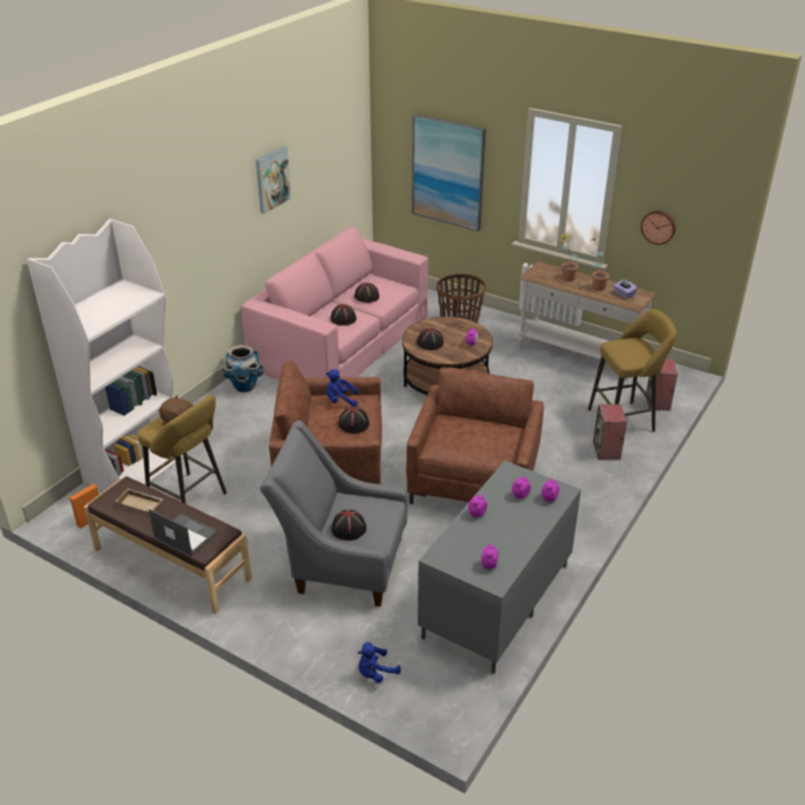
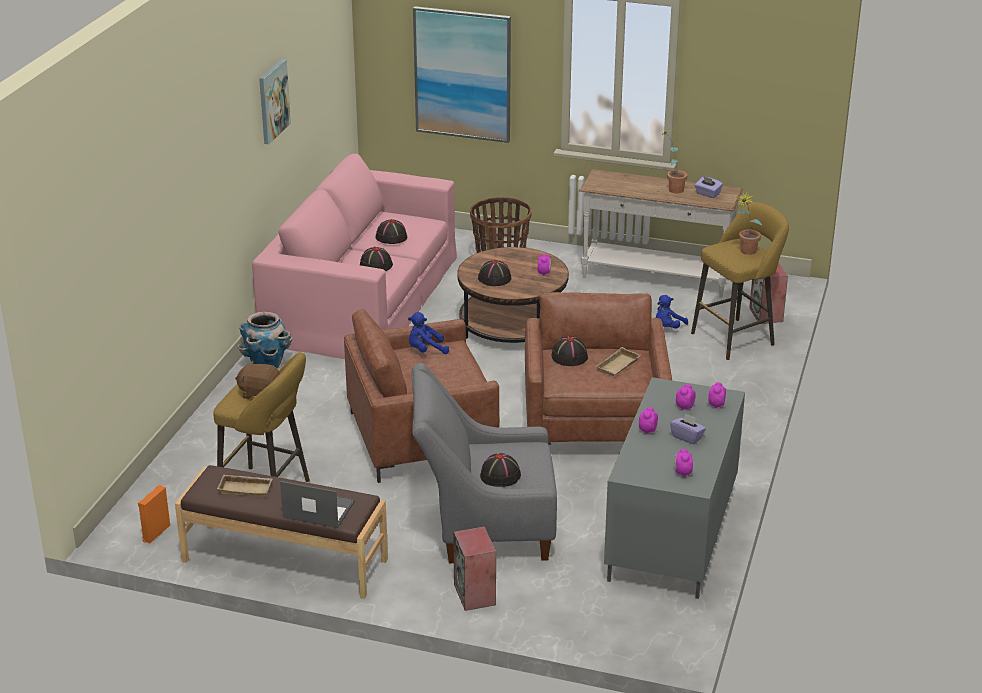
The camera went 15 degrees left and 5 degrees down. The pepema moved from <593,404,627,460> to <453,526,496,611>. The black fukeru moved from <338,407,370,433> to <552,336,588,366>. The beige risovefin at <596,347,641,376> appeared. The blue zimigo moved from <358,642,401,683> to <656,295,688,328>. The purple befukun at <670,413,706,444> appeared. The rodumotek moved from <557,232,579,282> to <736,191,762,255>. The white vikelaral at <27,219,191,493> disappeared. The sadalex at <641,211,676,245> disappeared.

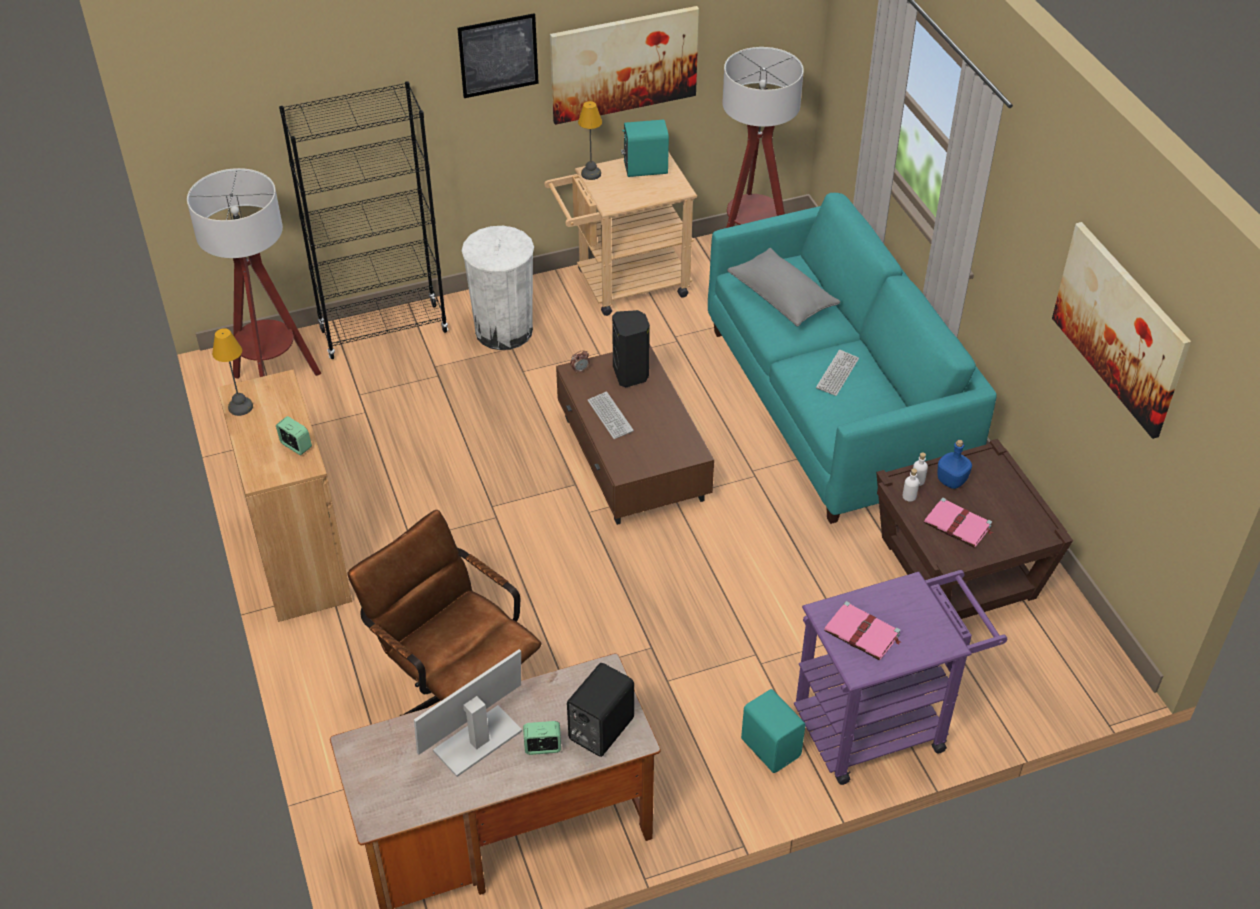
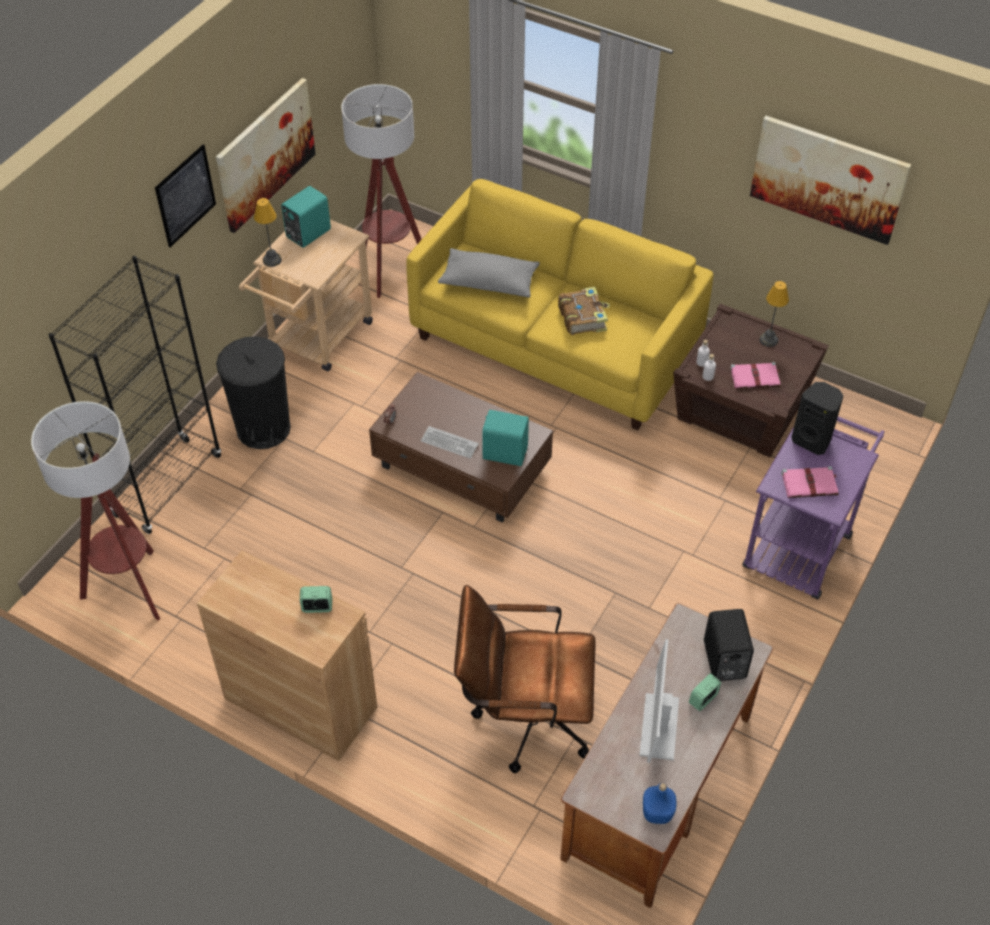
The camera went 40 degrees left and 5 degrees up. The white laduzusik at <462,226,534,350> became the black laduzusik at <216,336,291,449>. The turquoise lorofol at <708,193,997,524> became the yellow lorofol at <406,179,713,430>. The turquoise pepema moved from <741,689,805,773> to <482,410,529,466>. The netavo at <816,350,859,396> was replaced by the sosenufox at <558,287,610,335>. The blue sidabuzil moved from <937,440,972,489> to <643,783,676,824>. The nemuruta moved from <212,328,253,416> to <759,281,789,347>. The black pepema moved from <612,310,650,387> to <791,382,844,455>.

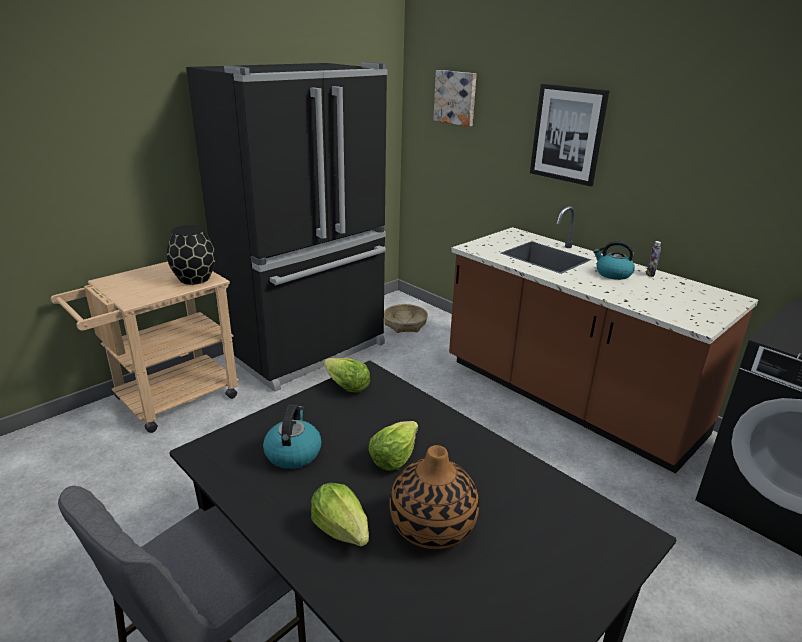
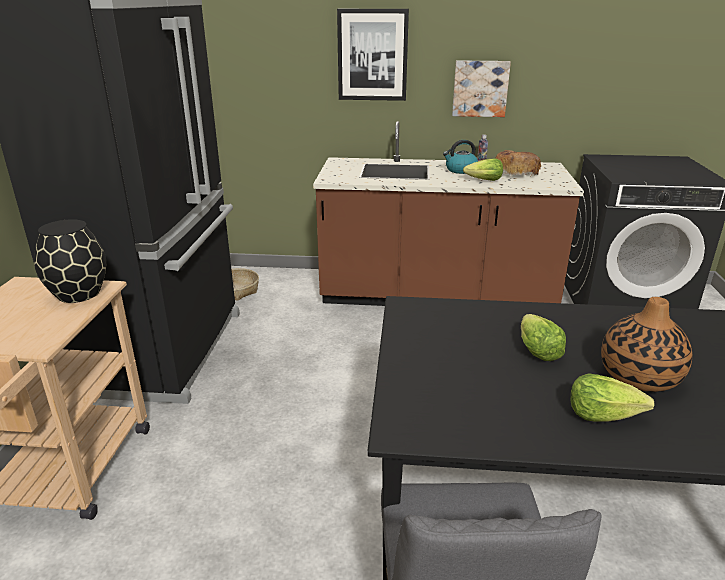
The camera went 40 degrees left and 0 degrees up. The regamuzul moved from <433,70,477,127> to <452,60,511,117>. The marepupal moved from <324,358,370,393> to <463,158,503,181>. The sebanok at <496,150,541,176> appeared. The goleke at <263,404,322,469> disappeared.

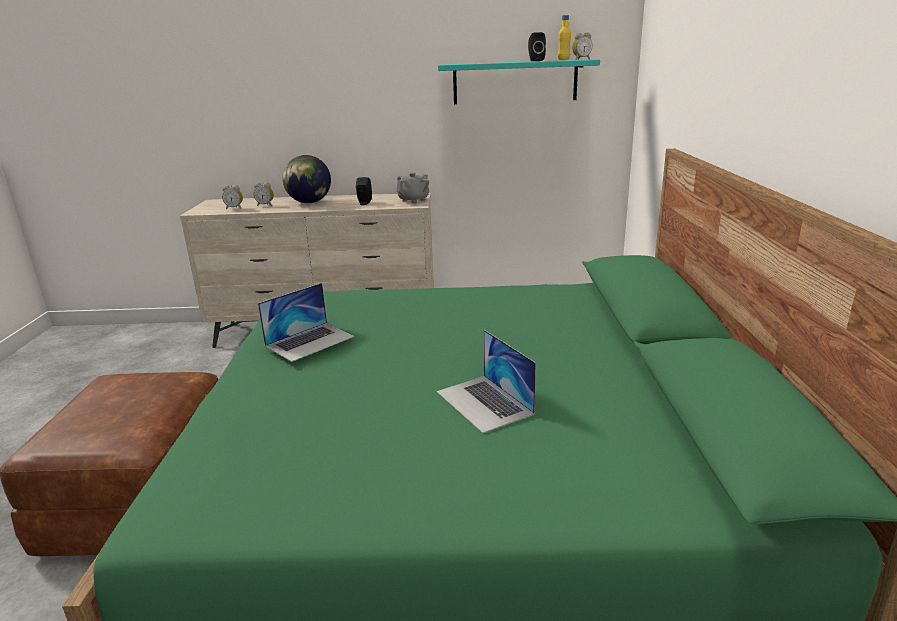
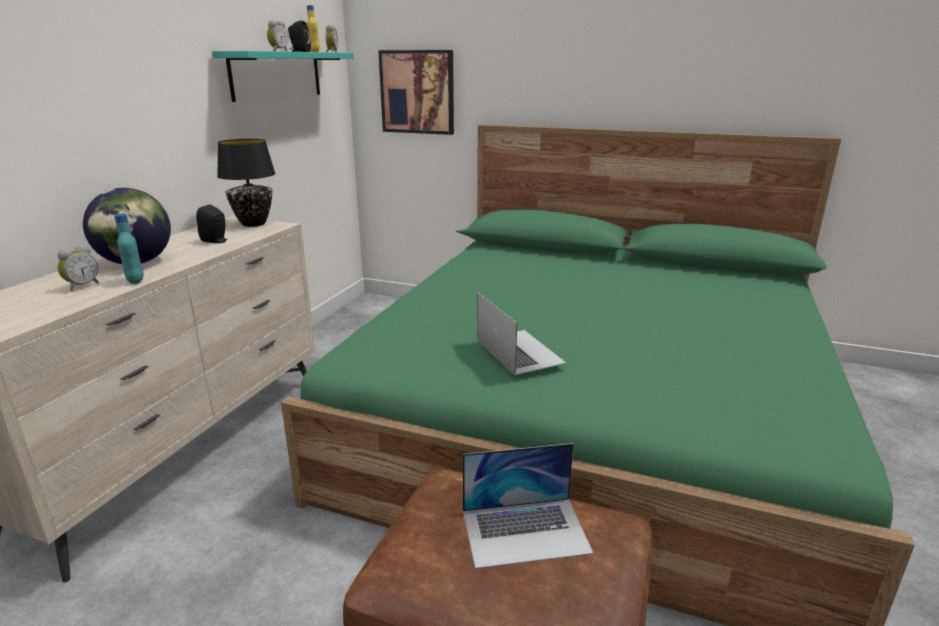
The camera went 70 degrees left and 0 degrees up. The turquoise sidabuzil at <114,214,144,284> appeared. The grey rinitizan at <396,172,429,203> was replaced by the black nemuruta at <217,139,276,227>. The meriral moved from <222,185,243,209> to <267,20,289,51>. The regamuzul at <378,50,454,135> appeared. The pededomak moved from <436,330,536,433> to <463,443,593,569>.

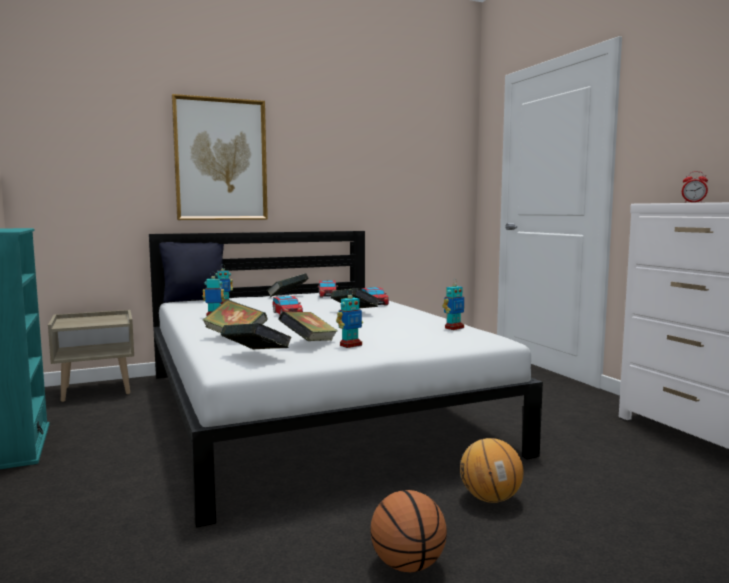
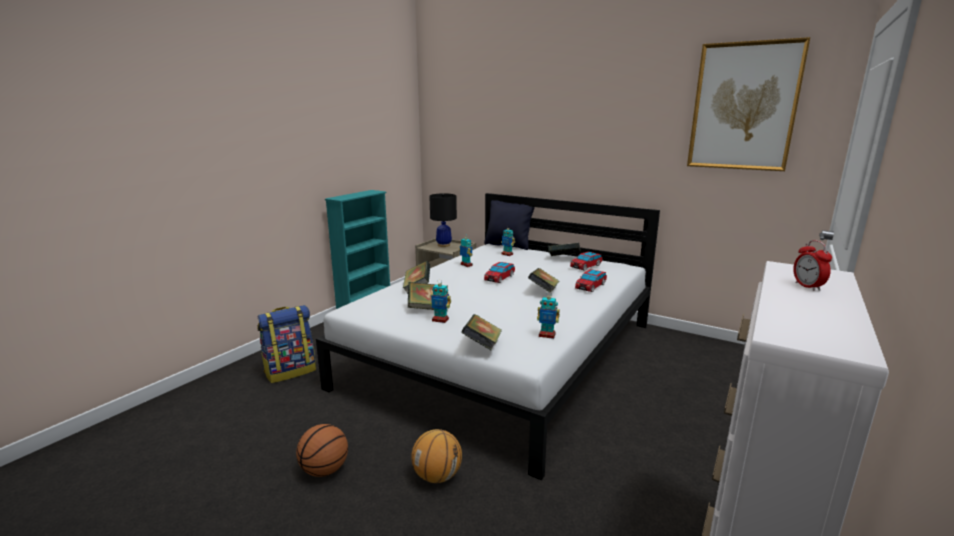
The camera went 55 degrees right and 10 degrees up. The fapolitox at <257,305,316,383> appeared. The black nemuruta at <429,193,457,247> appeared. The sosenufox moved from <221,323,292,350> to <461,314,502,350>. The regamuzul moved from <172,94,268,220> to <687,37,810,171>.

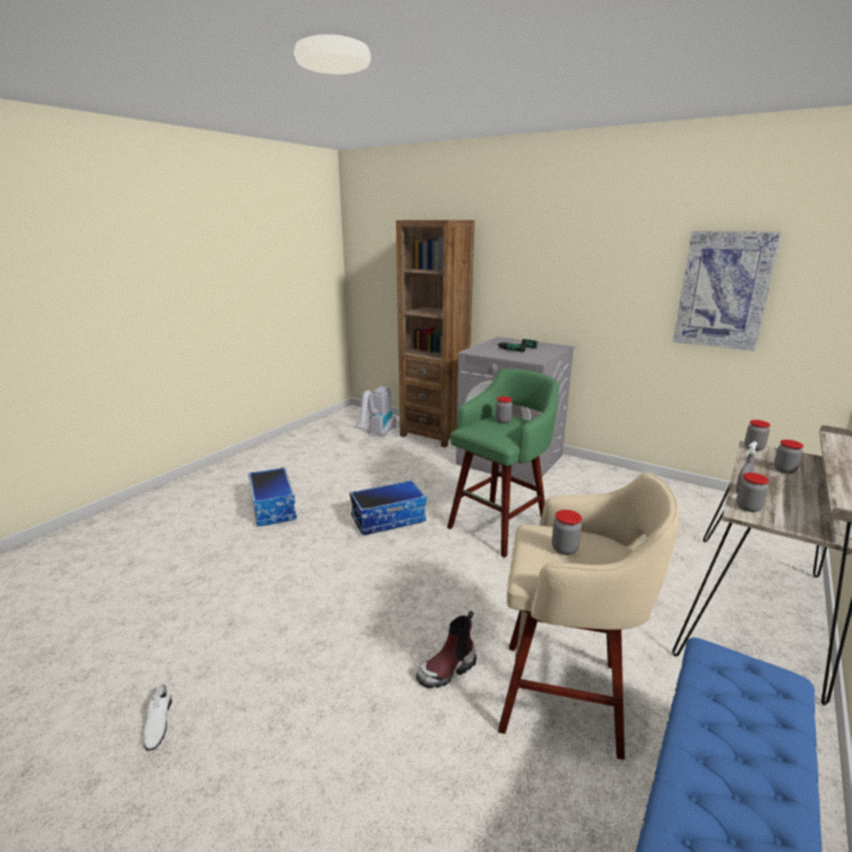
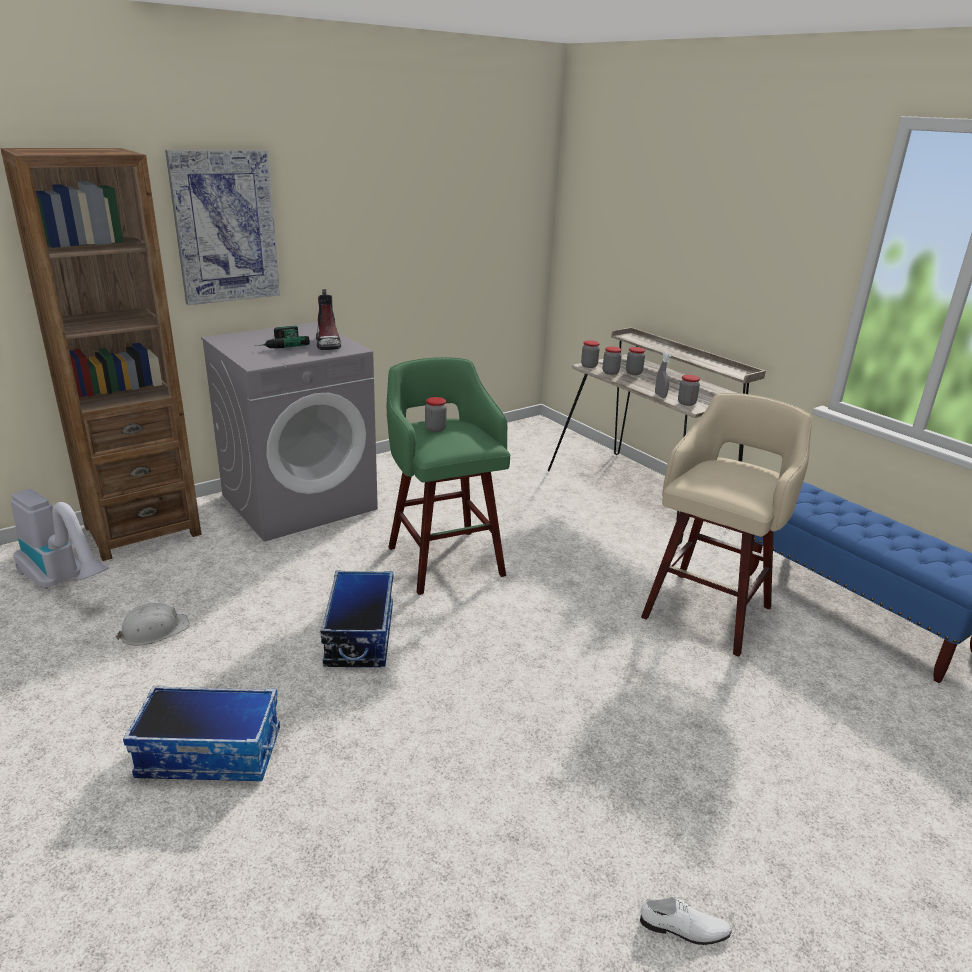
The camera went 70 degrees left and 5 degrees up. The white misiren at <116,603,190,646> appeared. The regamuzul moved from <673,231,782,351> to <165,150,280,305>. The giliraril moved from <416,610,477,688> to <316,289,341,350>. The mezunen moved from <552,510,582,555> to <603,347,622,375>.

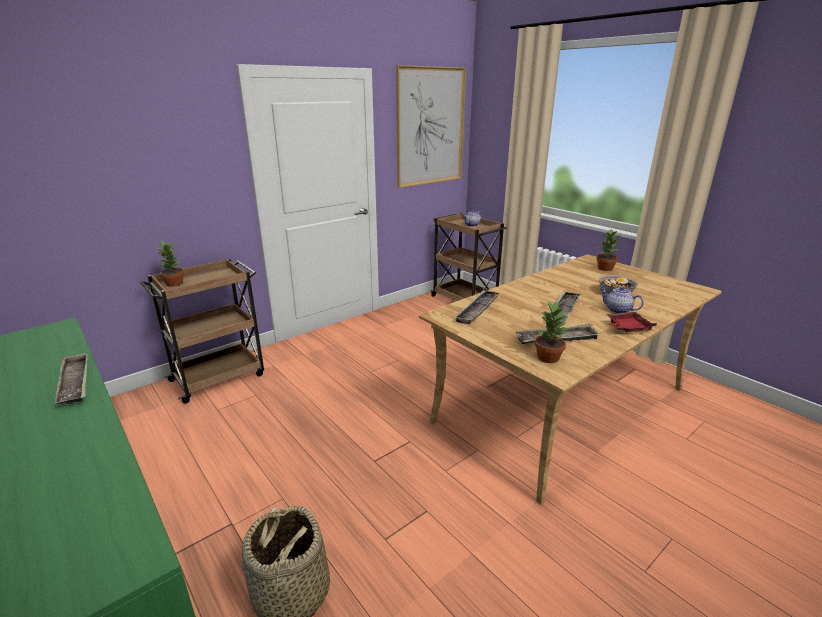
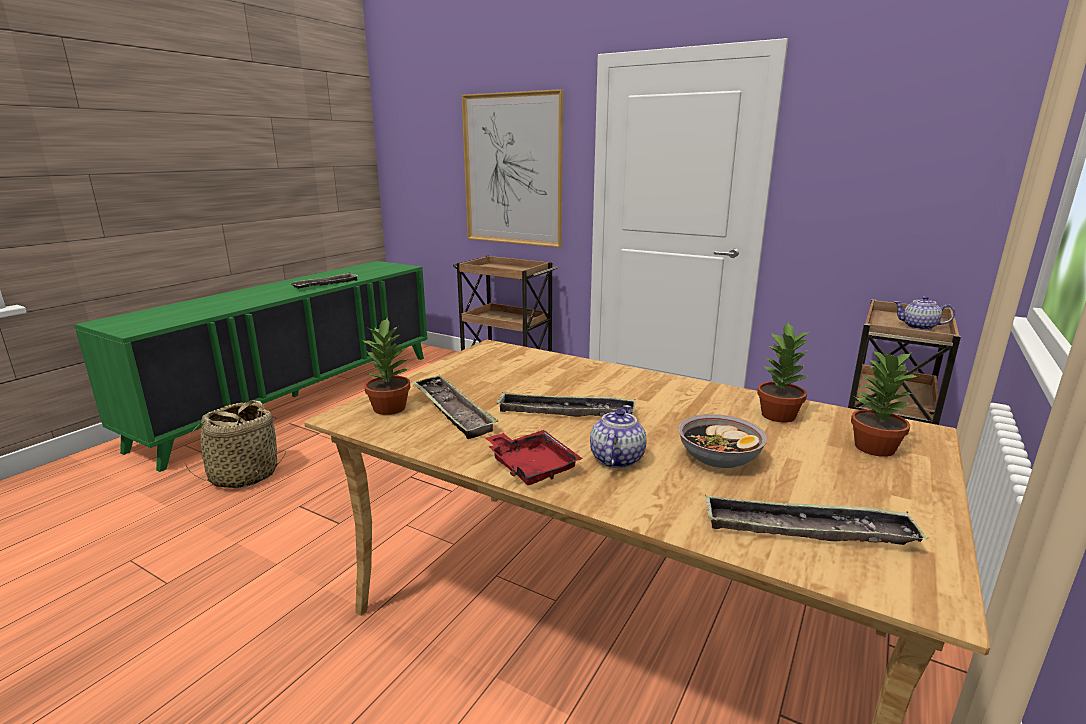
The camera went 70 degrees right and 5 degrees down. The regamuzul moved from <396,65,466,188> to <461,89,563,248>. The risovefin moved from <454,290,499,324> to <705,496,928,545>. The rodumotek moved from <157,240,184,287> to <757,323,810,423>.

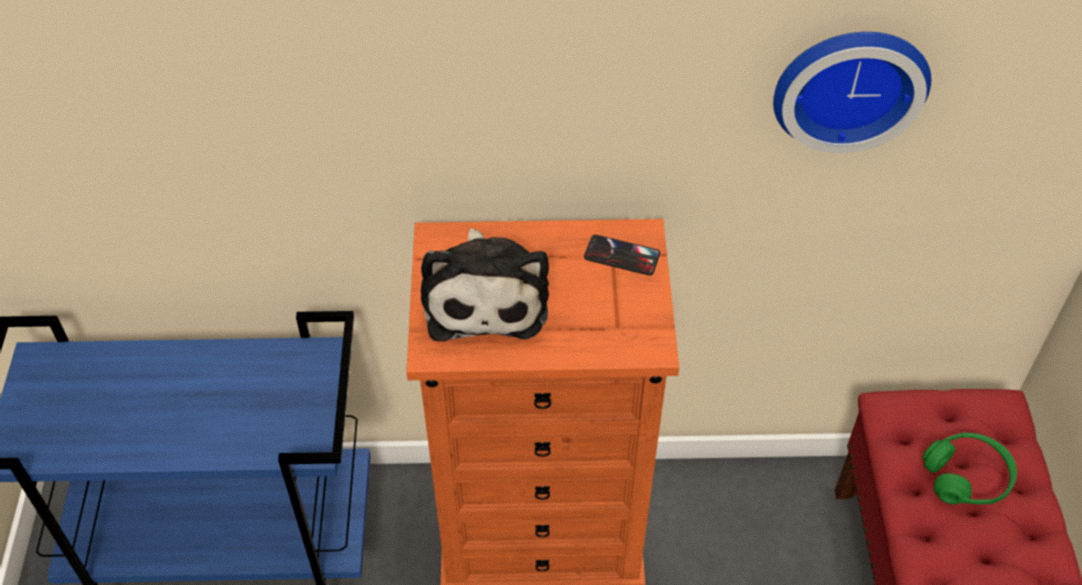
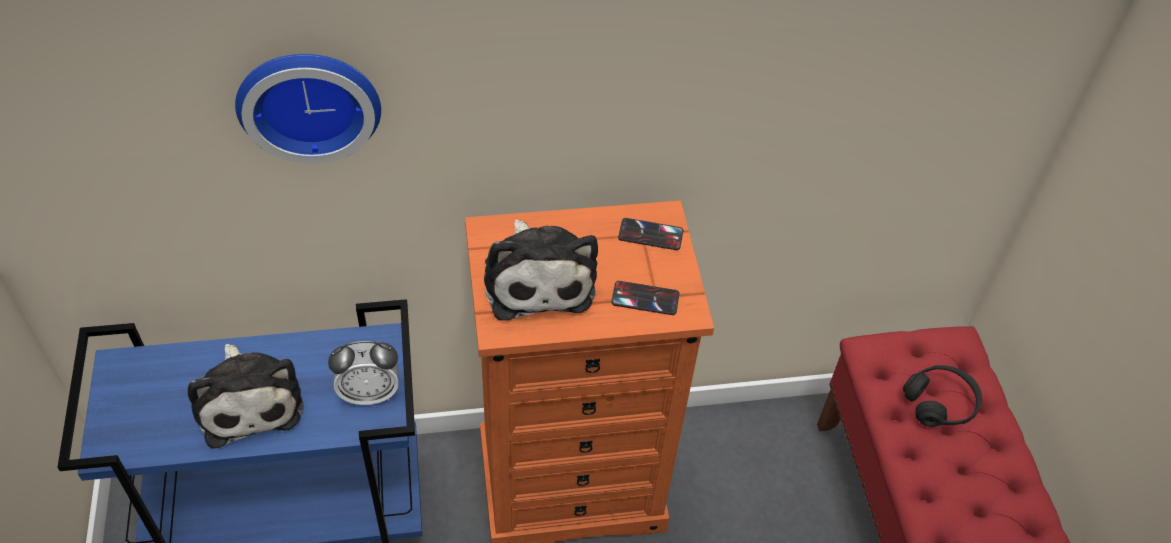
The camera went 10 degrees left and 0 degrees up. The zimigo at <187,344,304,448> appeared. The sadalex moved from <773,32,931,153> to <235,54,381,164>. The meriral at <328,341,399,405> appeared. The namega at <611,281,679,315> appeared. The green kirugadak at <923,432,1017,504> became the black kirugadak at <903,365,982,427>.

